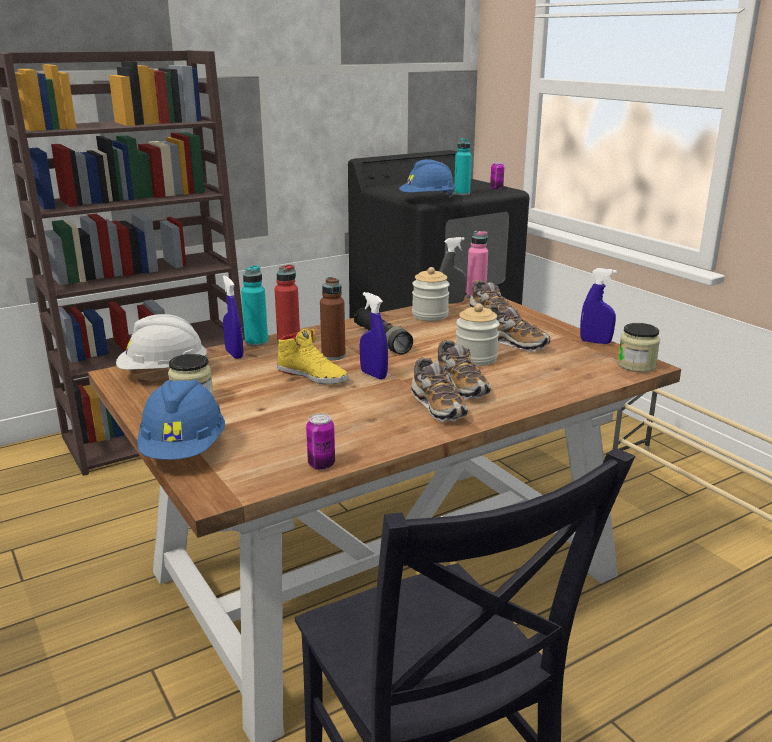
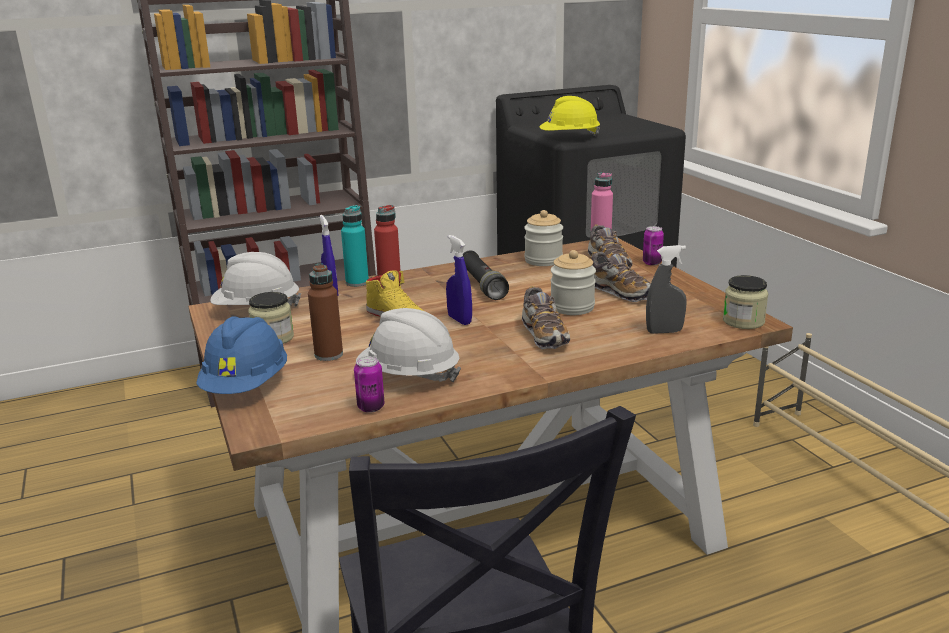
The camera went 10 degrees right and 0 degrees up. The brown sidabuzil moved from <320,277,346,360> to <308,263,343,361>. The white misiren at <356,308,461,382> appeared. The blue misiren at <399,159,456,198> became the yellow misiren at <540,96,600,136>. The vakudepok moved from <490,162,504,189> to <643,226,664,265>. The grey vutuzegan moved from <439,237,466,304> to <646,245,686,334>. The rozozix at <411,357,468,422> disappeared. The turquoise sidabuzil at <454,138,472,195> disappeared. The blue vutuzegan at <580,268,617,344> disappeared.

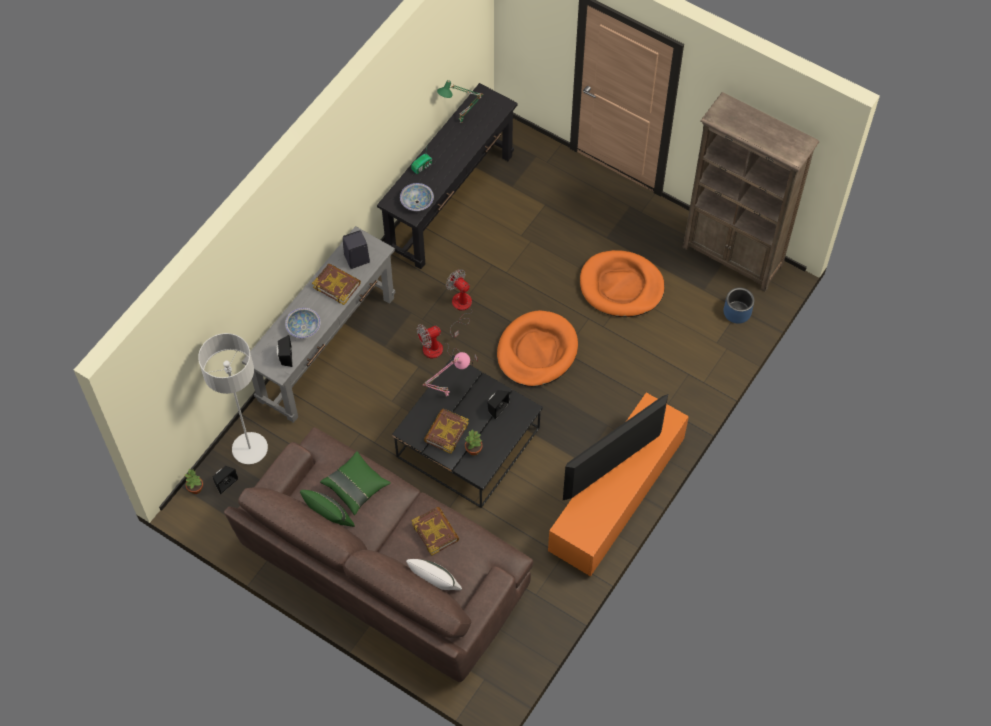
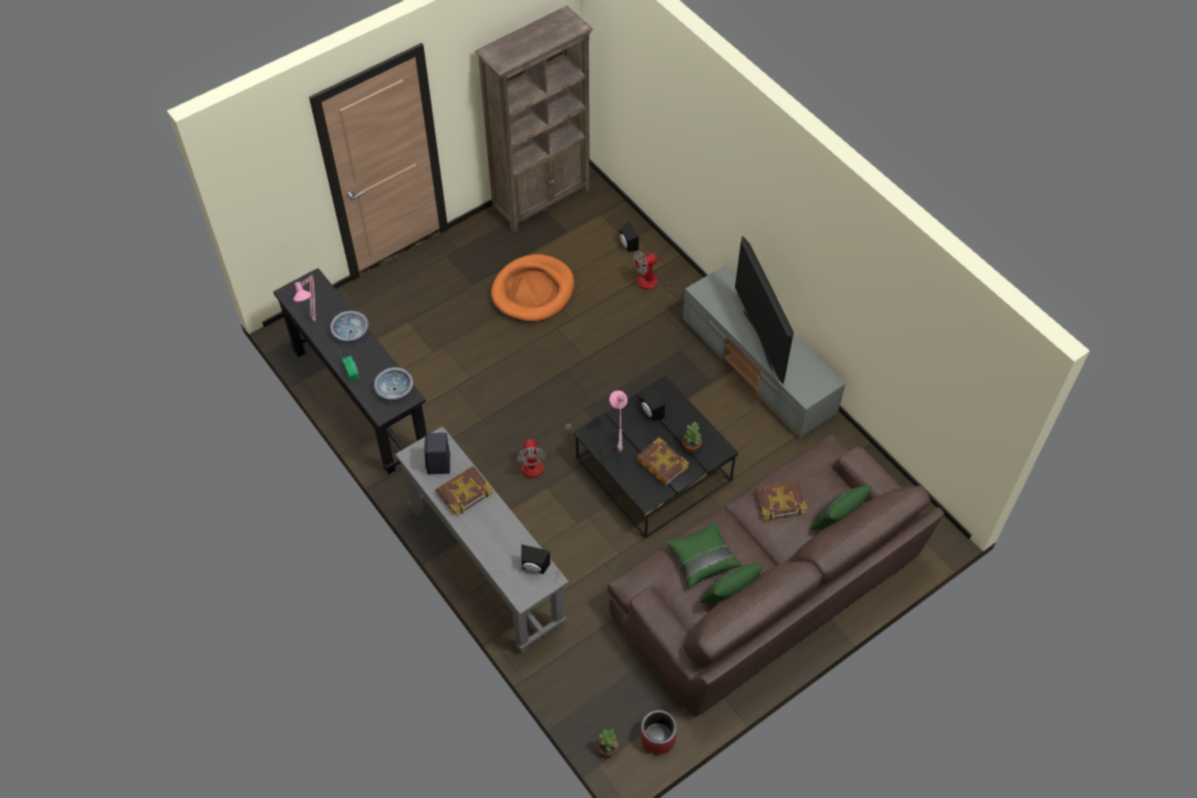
The camera went 70 degrees left and 5 degrees down. The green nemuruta at <437,80,483,123> became the pink nemuruta at <293,275,316,323>. The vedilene moved from <285,308,321,338> to <330,311,368,341>. The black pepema moved from <213,466,238,494> to <620,222,639,252>. The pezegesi moved from <446,269,473,338> to <633,250,692,300>. The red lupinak at <640,710,677,755> appeared. The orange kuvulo at <548,393,689,577> became the grey kuvulo at <683,266,845,438>. The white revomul at <406,559,462,590> became the green revomul at <811,485,872,530>. The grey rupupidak at <198,333,268,464> disappeared. The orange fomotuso at <497,310,578,387> disappeared. The blue lupinak at <723,288,754,324> disappeared.

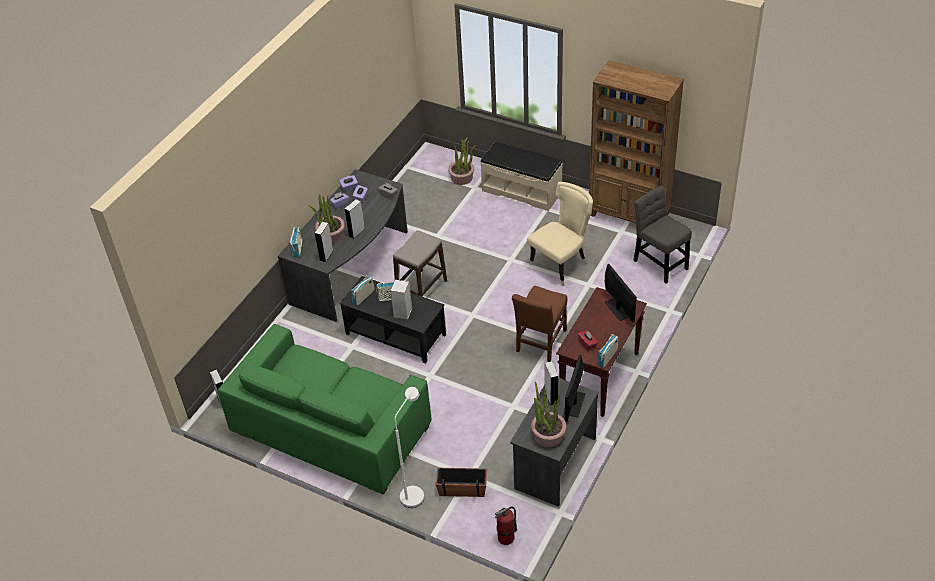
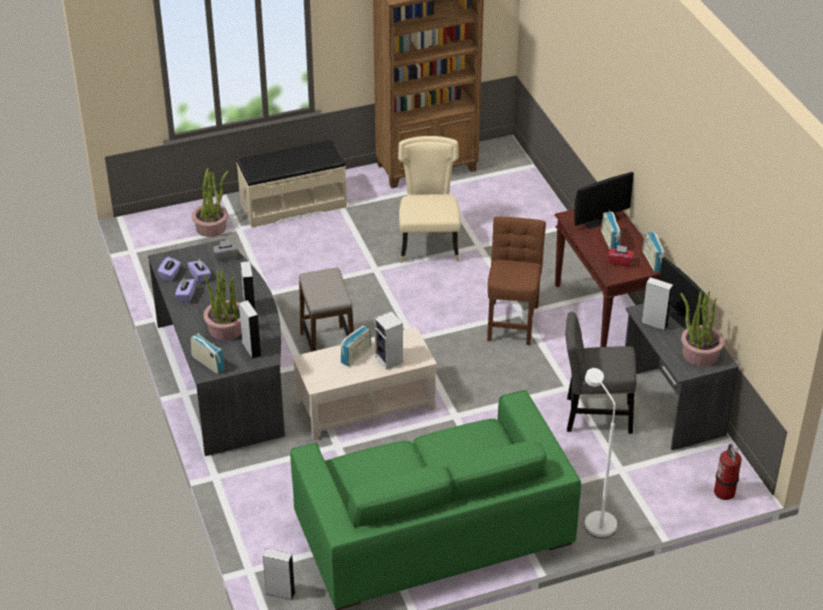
The camera went 50 degrees left and 5 degrees down. The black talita at <340,276,446,364> became the beige talita at <292,327,437,440>. The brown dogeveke at <512,286,567,362> turned 150 degrees counterclockwise. The grey dogeveke moved from <633,186,692,283> to <565,312,637,434>. The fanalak at <605,264,637,323> turned 135 degrees clockwise. The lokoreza moved from <351,275,375,305> to <601,210,621,250>. The lupinak at <436,468,487,497> disappeared.

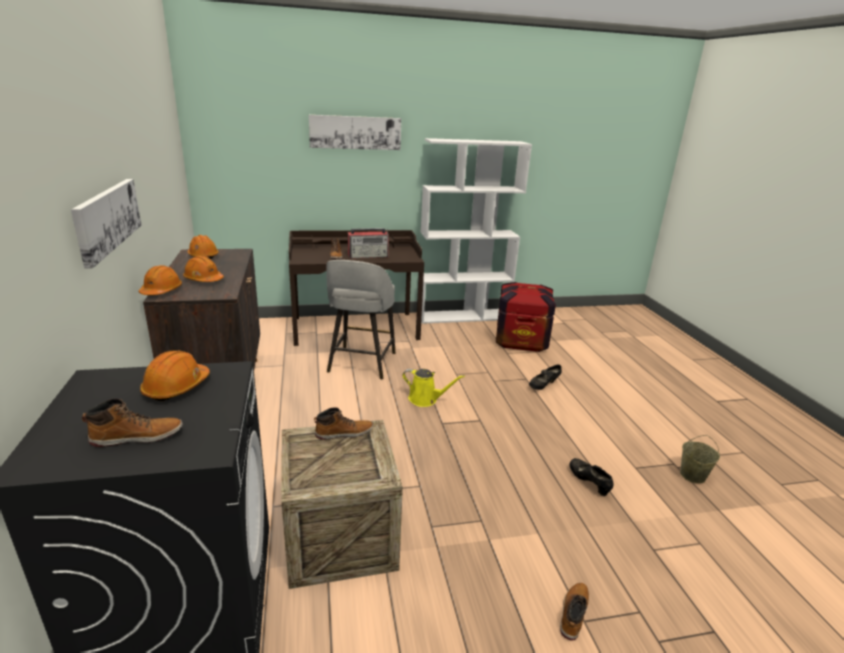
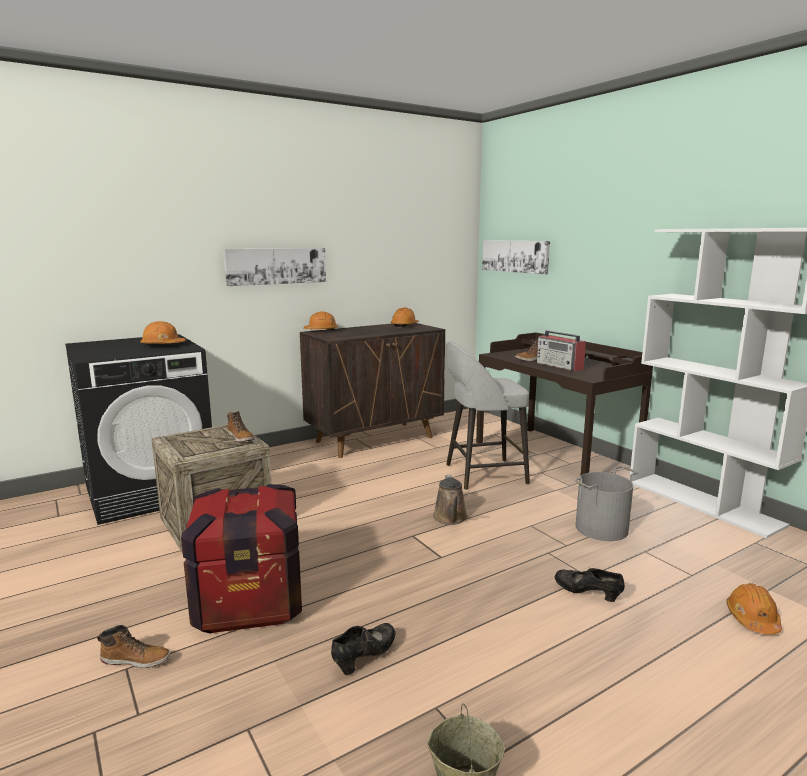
The camera went 70 degrees right and 10 degrees down. The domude moved from <496,282,556,352> to <181,484,302,634>. The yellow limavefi at <402,369,465,407> became the brown limavefi at <433,475,468,525>. The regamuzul moved from <309,115,401,150> to <482,240,550,274>. The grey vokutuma at <574,466,638,541> appeared. The orange misiren moved from <183,256,224,282> to <726,583,782,634>. The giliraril at <82,399,183,447> disappeared.

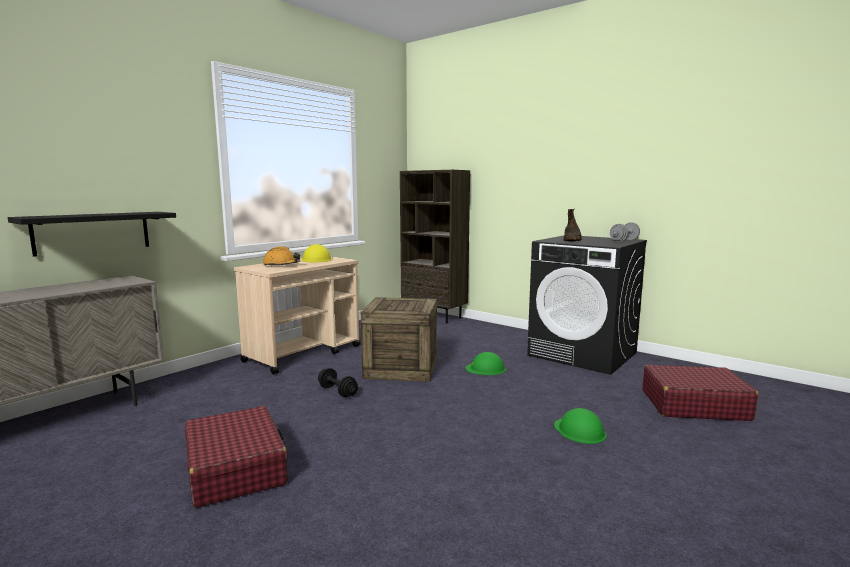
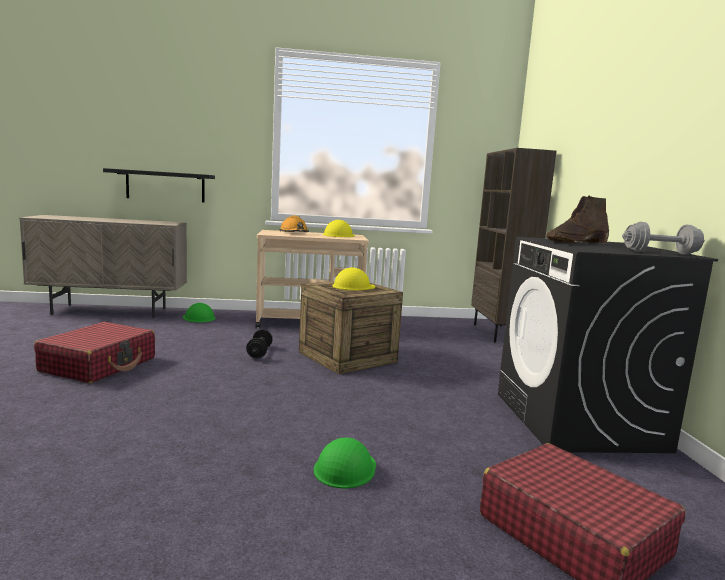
The camera went 45 degrees right and 0 degrees up. The green misiren moved from <466,352,506,375> to <183,303,216,322>. The yellow misiren at <332,267,375,290> appeared.

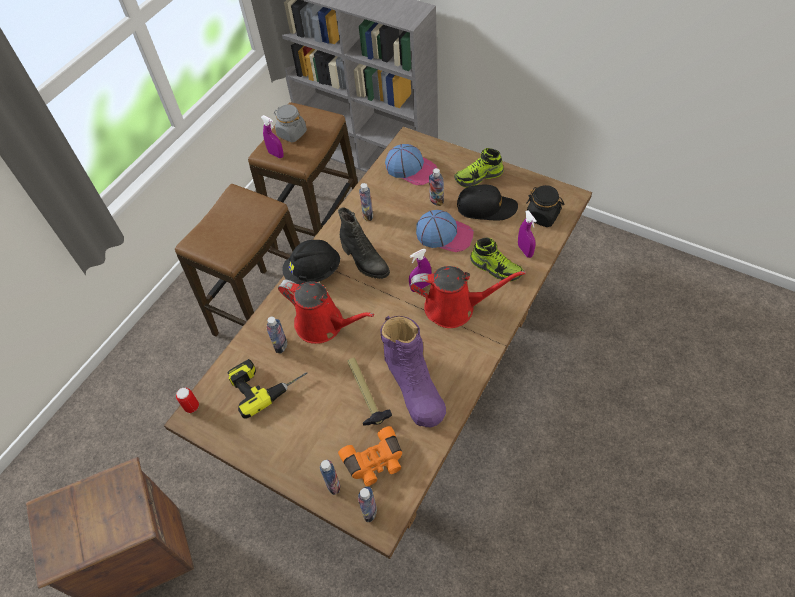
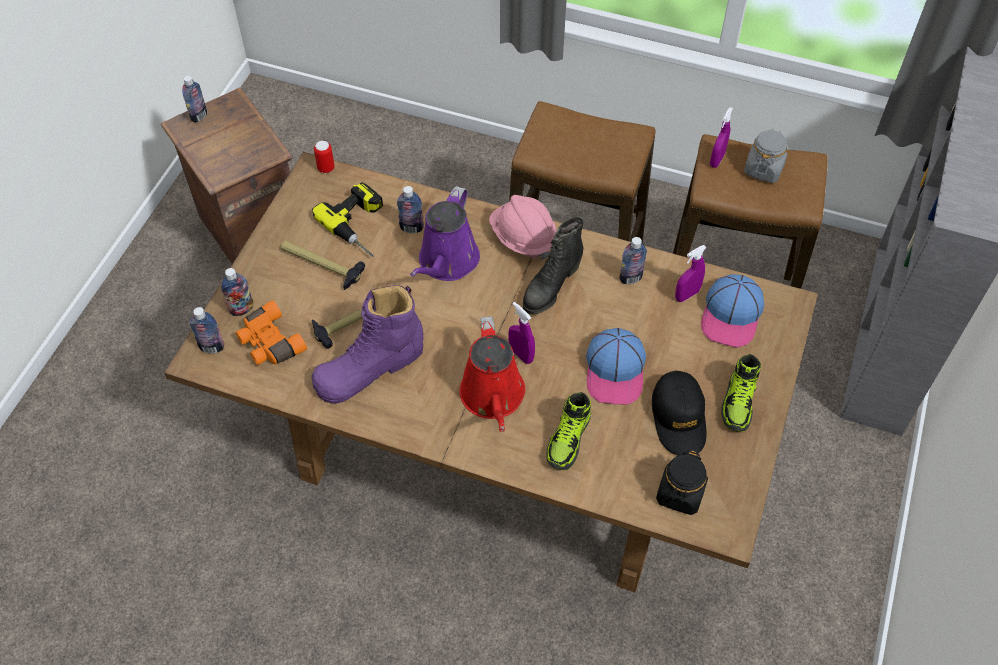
The camera went 75 degrees right and 0 degrees up. The sidabuzil moved from <429,168,444,206> to <182,76,207,123>. The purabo at <280,241,365,290> appeared. The red limavefi at <278,280,374,344> became the purple limavefi at <410,186,480,281>. The black misiren at <282,240,341,285> became the pink misiren at <489,195,556,260>. The purple vutuzegan moved from <518,210,537,258> to <675,245,707,302>. The rozozix at <454,148,504,187> turned 135 degrees counterclockwise.

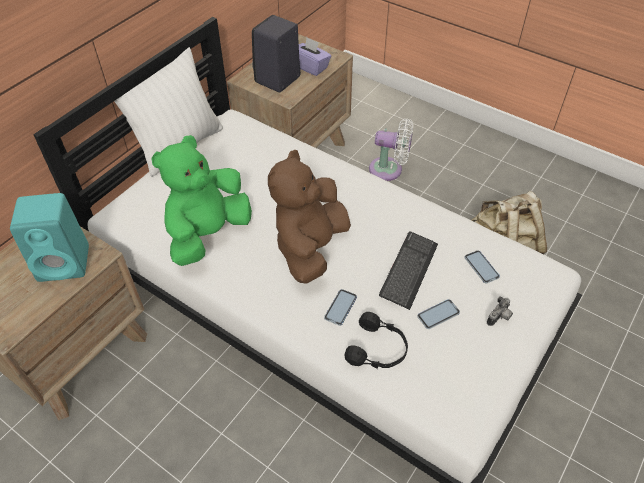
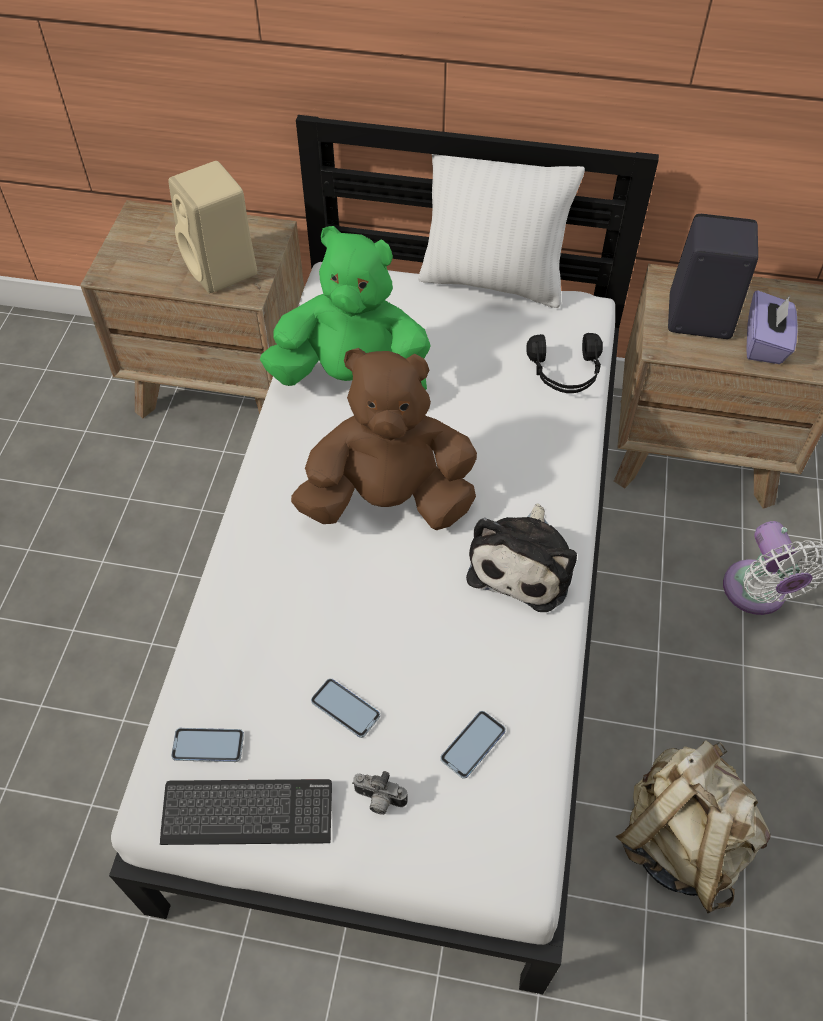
The camera went 65 degrees right and 5 degrees up. The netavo moved from <379,231,438,310> to <160,779,332,845>. The turquoise pepema at <10,193,89,282> became the beige pepema at <168,161,257,293>. The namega moved from <324,289,357,326> to <171,728,244,762>. The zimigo at <466,504,577,612> appeared. The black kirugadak moved from <344,312,408,369> to <526,333,603,393>.

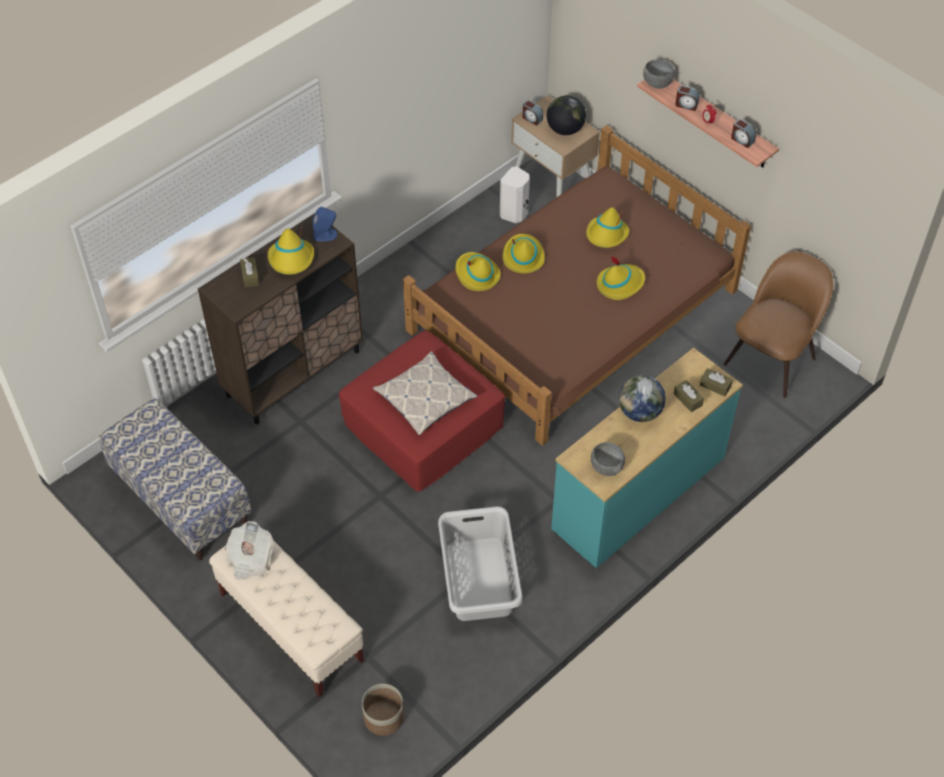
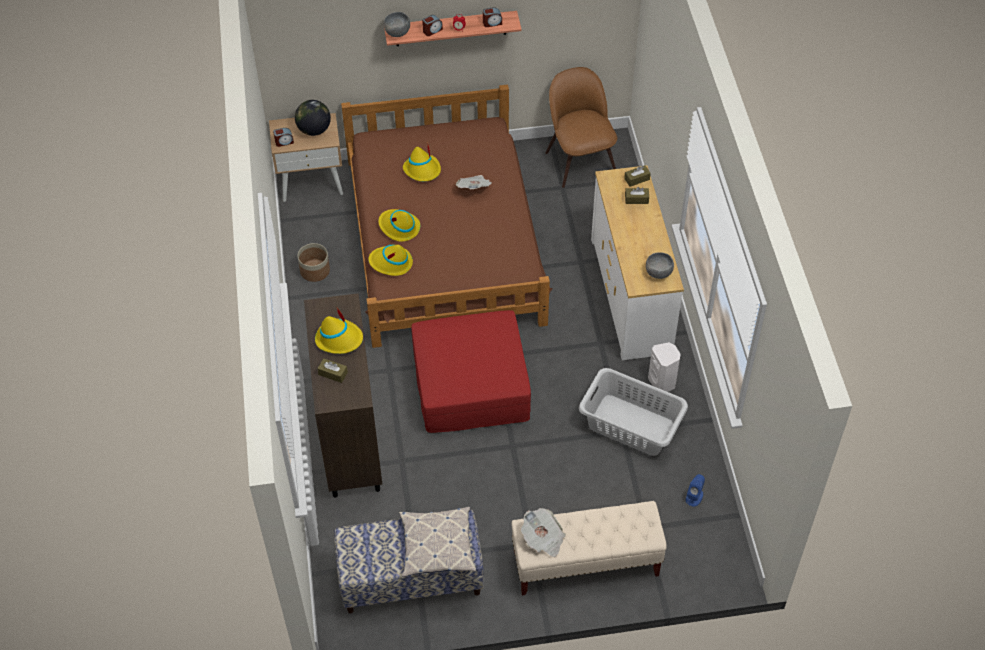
The camera went 55 degrees left and 0 degrees up. The lupinak moved from <362,684,404,736> to <297,243,330,282>. The revomul moved from <373,351,478,435> to <399,507,476,577>. The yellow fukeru at <597,256,645,300> was replaced by the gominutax at <456,175,492,189>. The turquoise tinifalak at <551,347,743,568> became the white tinifalak at <591,165,684,360>. The white pepema moved from <500,166,530,223> to <648,342,681,392>. The blue pepema moved from <313,207,337,241> to <686,474,705,506>. The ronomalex at <619,375,666,422> disappeared.

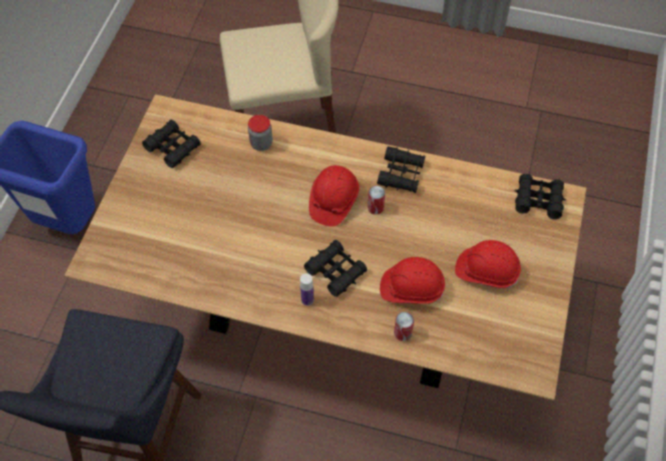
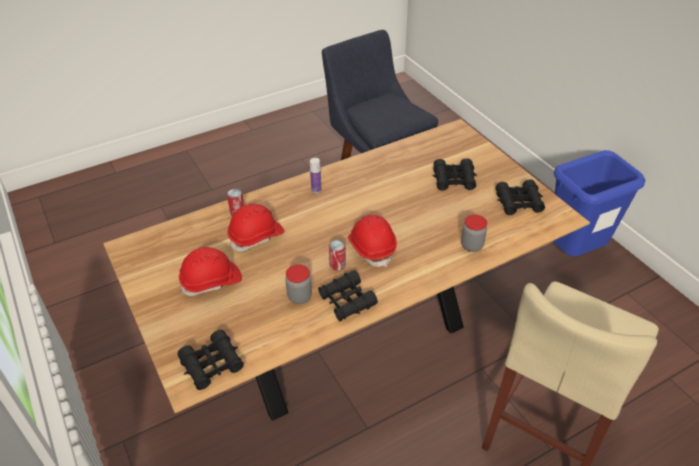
The camera went 135 degrees right and 15 degrees down. The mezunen at <285,264,312,304> appeared. The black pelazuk moved from <304,240,367,297> to <433,158,477,191>.

